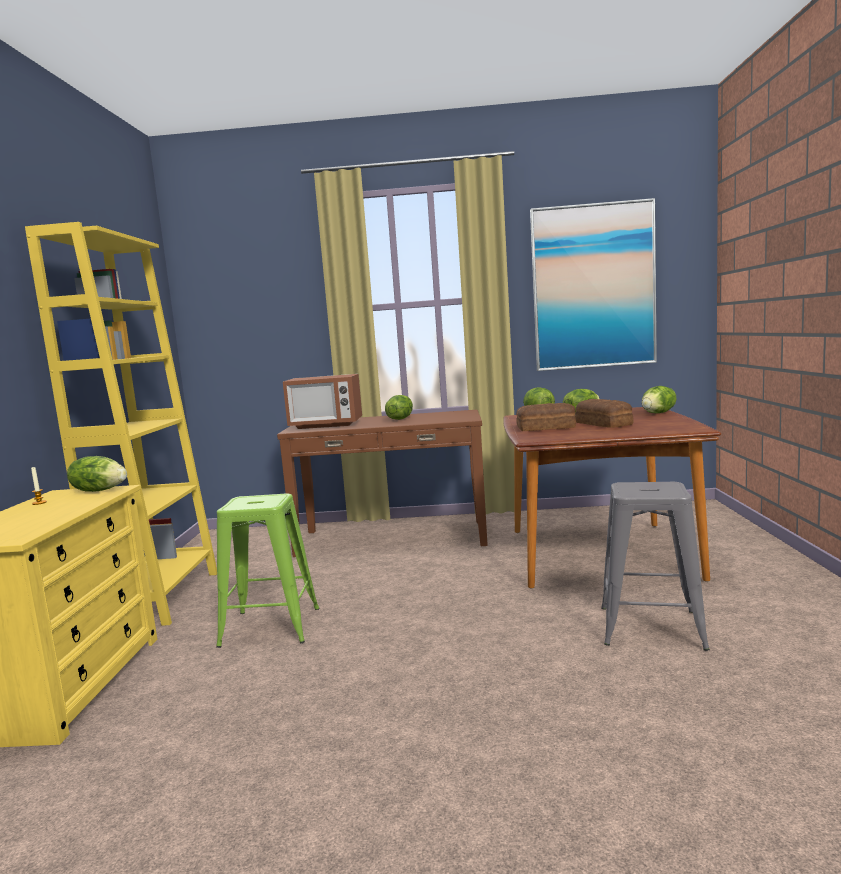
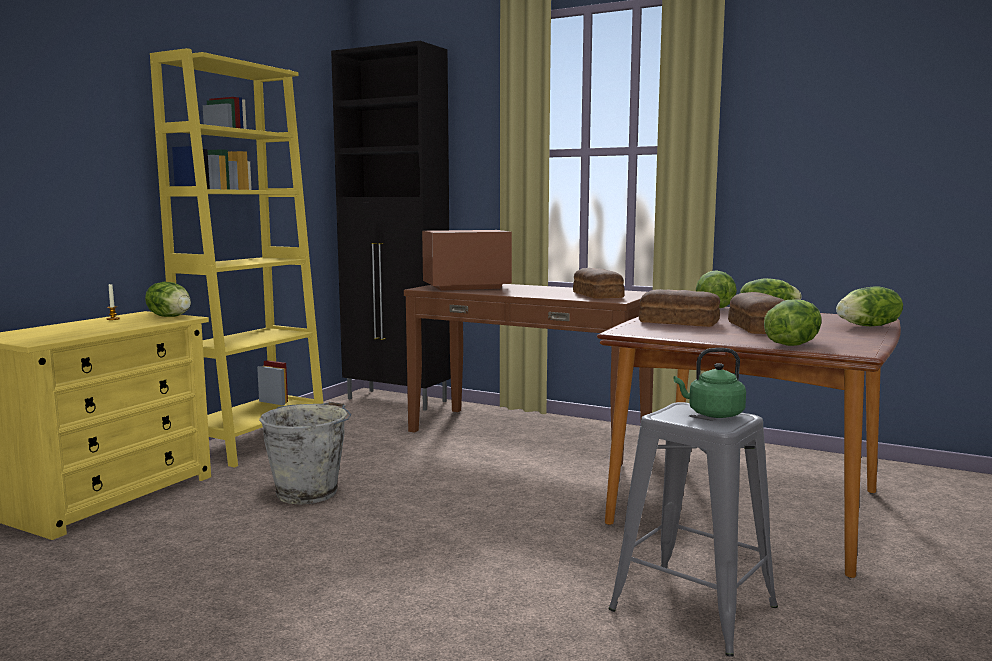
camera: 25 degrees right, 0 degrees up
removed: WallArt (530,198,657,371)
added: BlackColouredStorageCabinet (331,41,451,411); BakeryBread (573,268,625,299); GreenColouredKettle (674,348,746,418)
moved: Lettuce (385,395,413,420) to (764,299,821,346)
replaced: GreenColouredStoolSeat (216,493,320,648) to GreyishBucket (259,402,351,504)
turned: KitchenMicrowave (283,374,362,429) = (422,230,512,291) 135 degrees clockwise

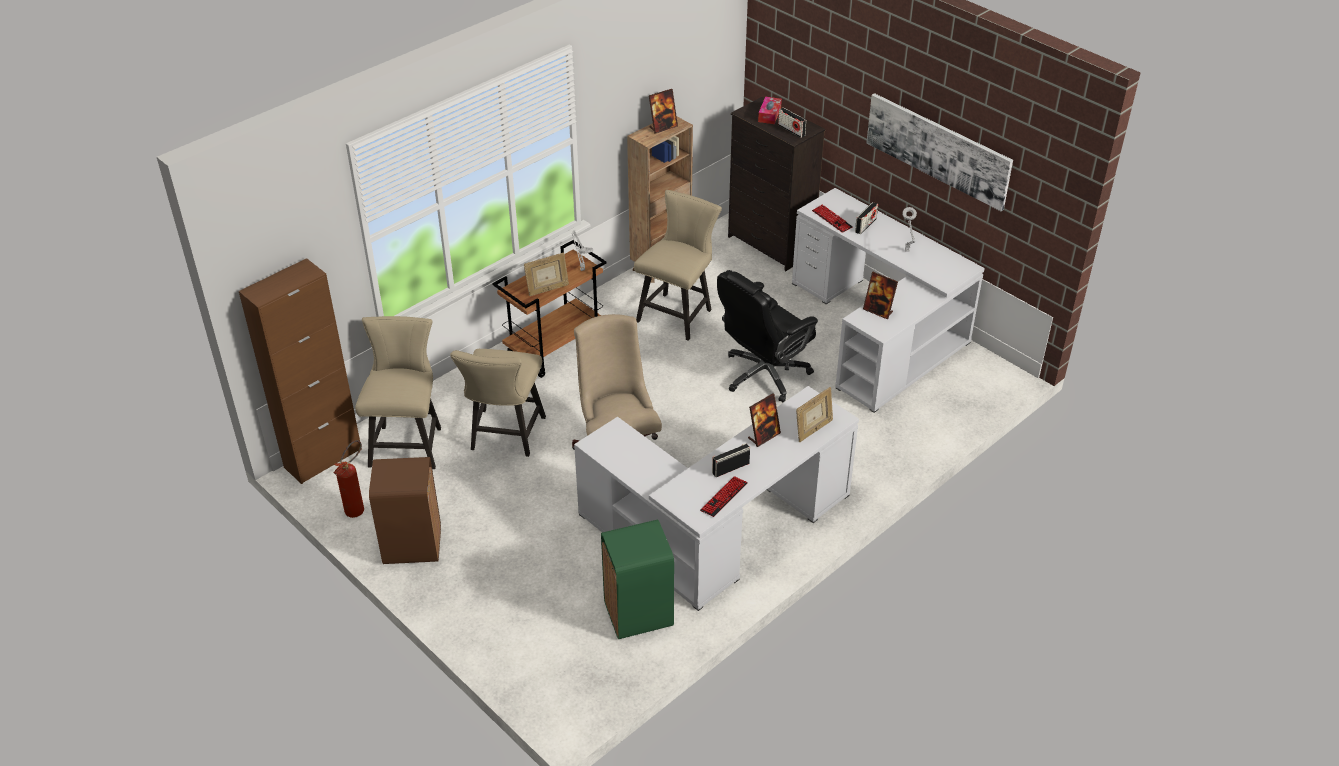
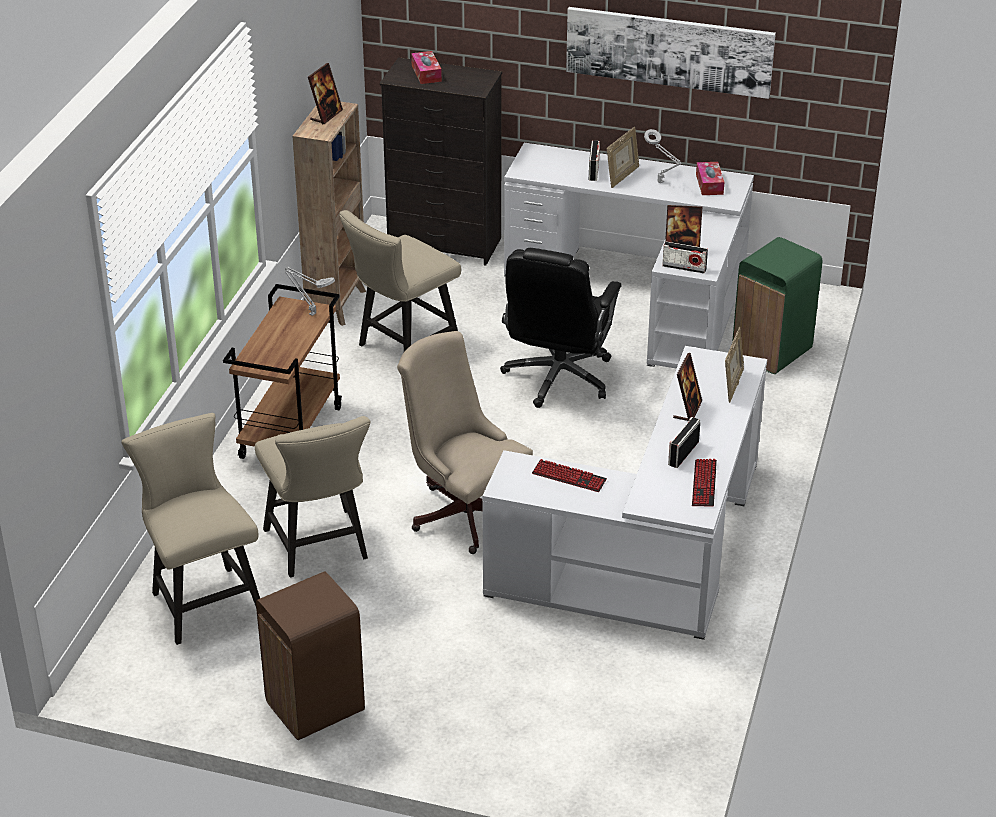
camera: 30 degrees left, 5 degrees down
removed: BrownColouredStorageCabinet (239,258,362,484); FireExtinguisher (333,440,364,518)
added: BoxOfTissues (696,162,724,195)
moved: PcKeyboard (812,204,853,233) to (532,459,607,492); PhotoFrame (524,252,569,296) to (607,127,639,188); Radio (778,107,806,138) to (662,241,708,273); GreenColouredTrashCan (601,519,674,639) to (732,237,822,374)
turned: SandColouredUprightChair (634,190,722,341) = (339,210,461,352) 135 degrees counterclockwise

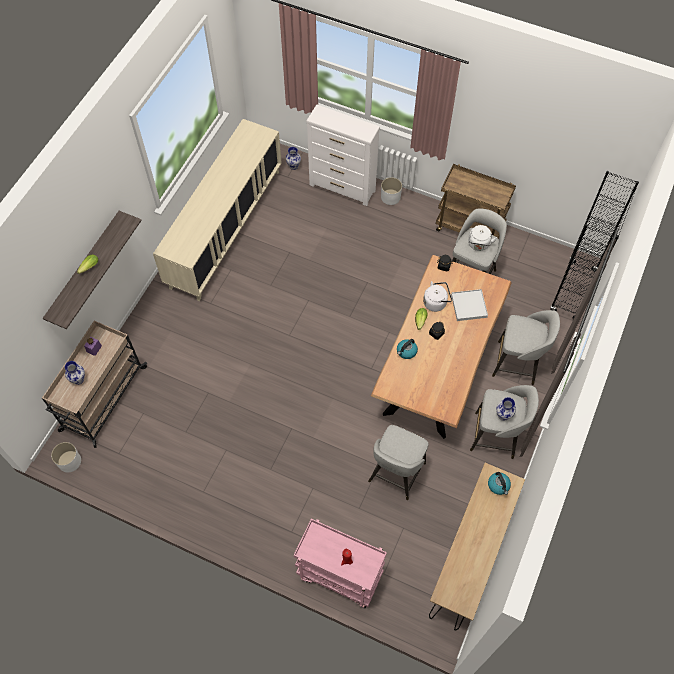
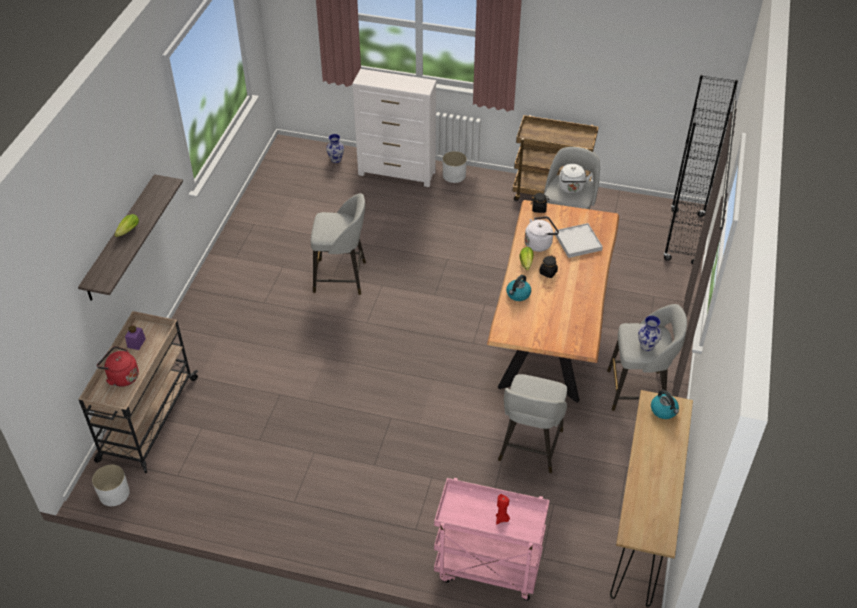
camera: 10 degrees left, 15 degrees down
removed: SandColouredStorageCabinet (153,119,282,301)
moved: GreyishStoolSeat (492,310,560,385) to (310,193,366,295)
replaced: Vase (65,361,85,385) to ReddishKettle (97,346,139,387)

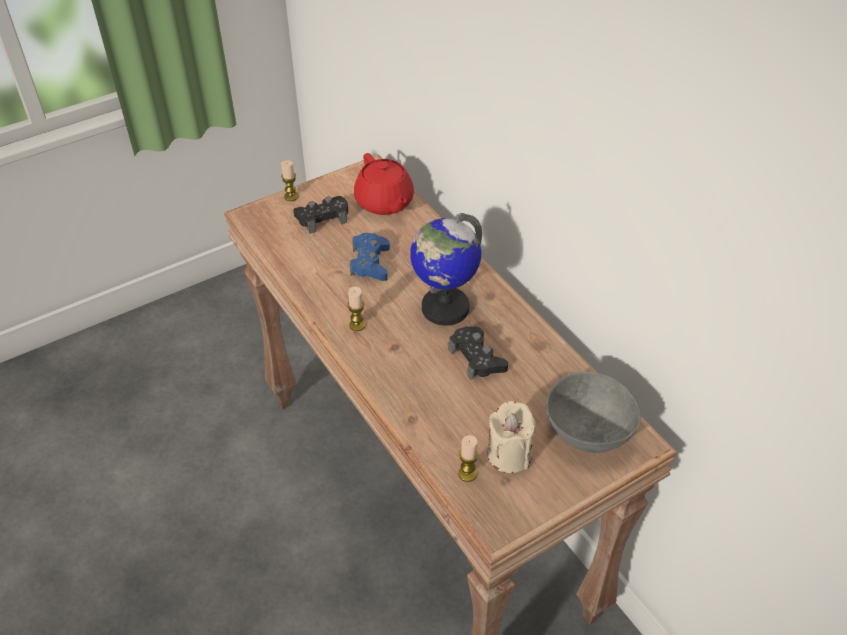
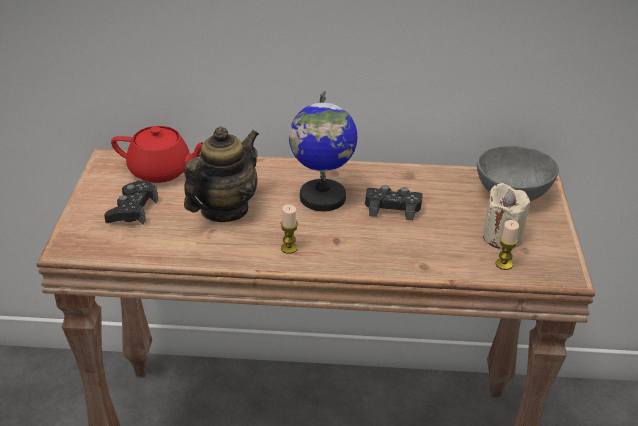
camera: 55 degrees left, 10 degrees down
removed: WaxCandle (281,161,298,201)
replaced: BluishGameController (350,233,390,281) to Teapot (184,126,259,222)

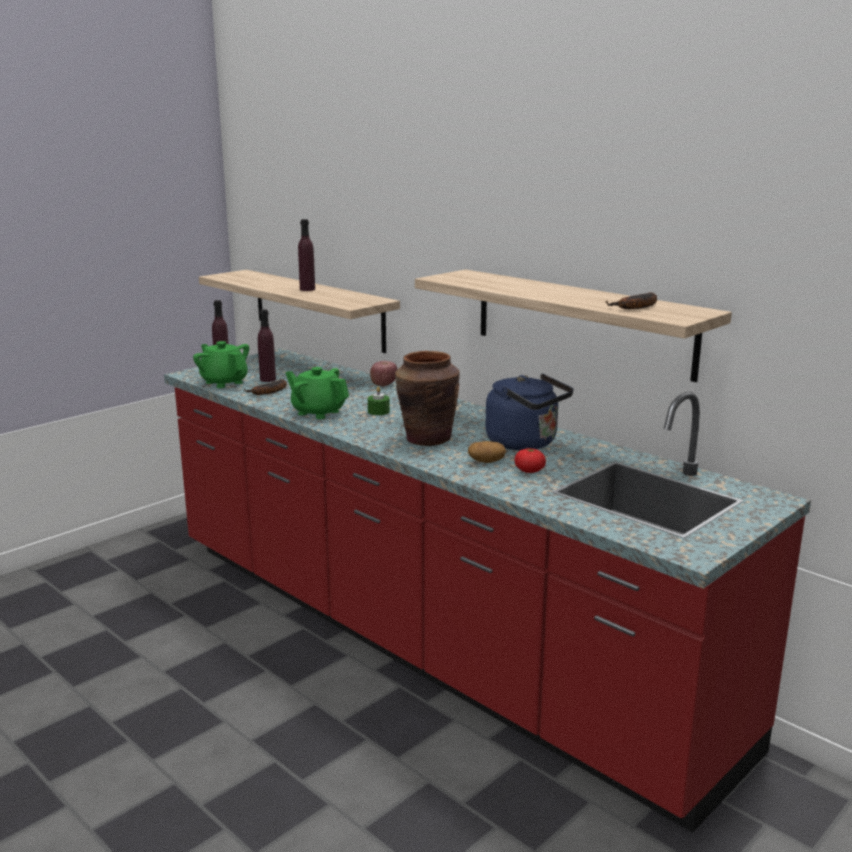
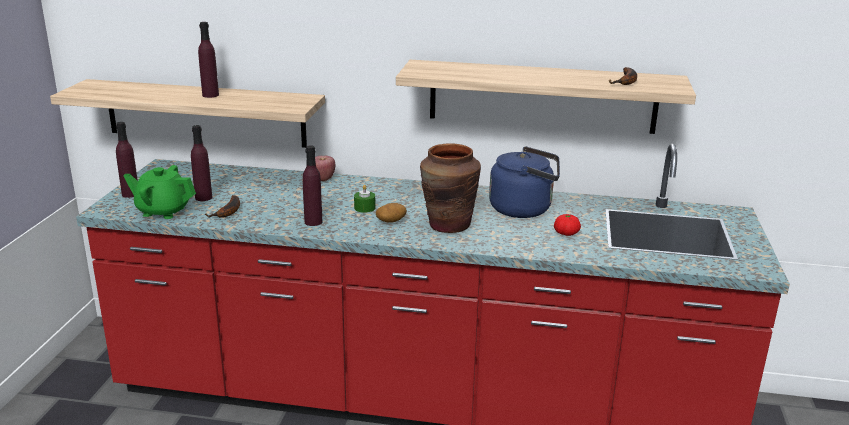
camera: 35 degrees left, 5 degrees up
moved: WholePotato (468,441,506,463) to (376,203,407,223)
replaced: GreenColouredTeapot (285,367,349,419) to PurpleBeverageBottle (303,145,323,226)

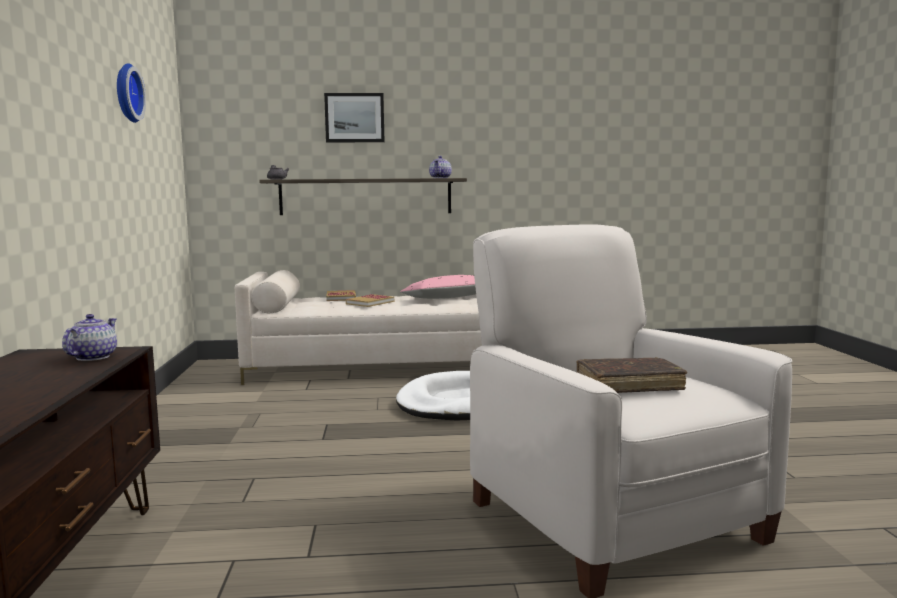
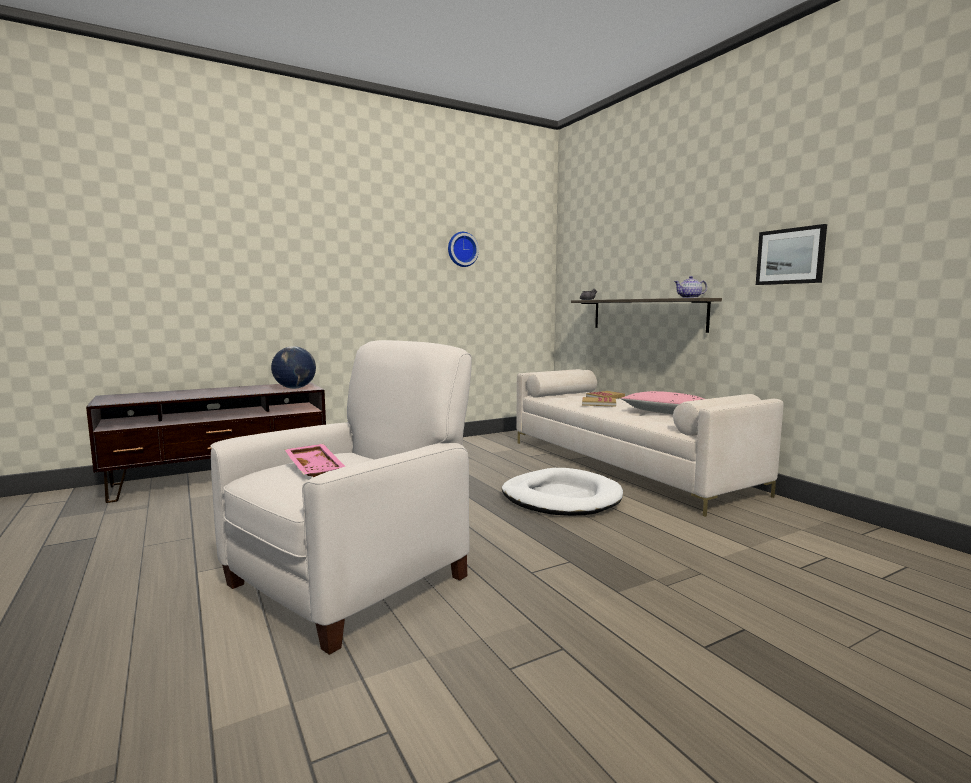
camera: 65 degrees right, 0 degrees up
moved: WallArt (324,93,385,142) to (756,224,827,285)
replaced: Teapot (62,314,117,361) to Globe (271,346,316,389); BrownColouredBook (576,357,687,393) to PinkColouredCarryingTray (285,444,346,477)

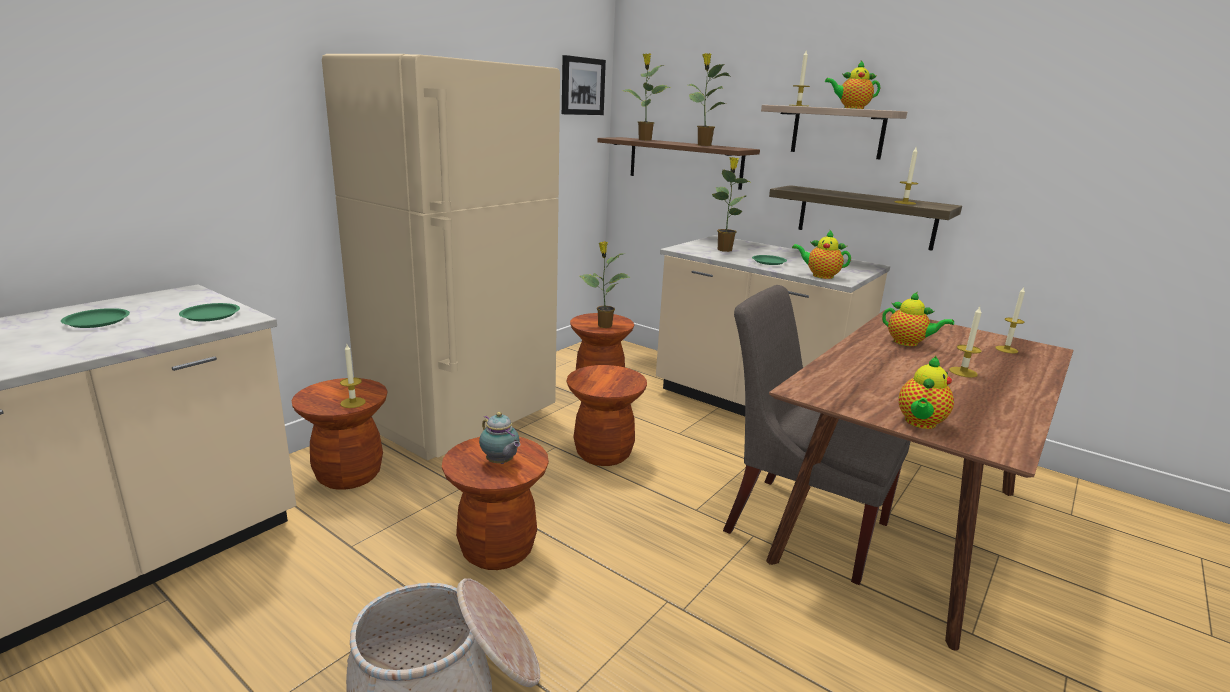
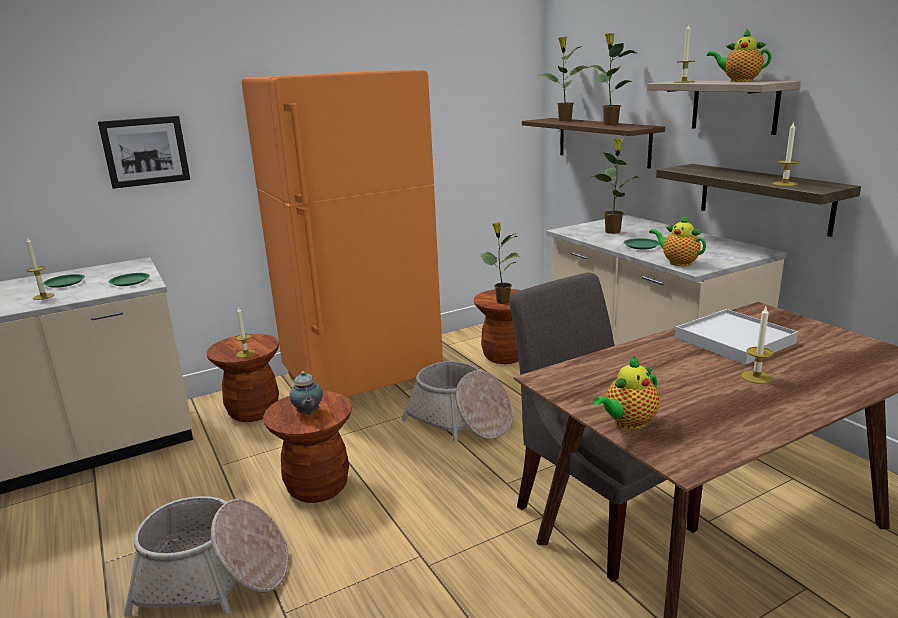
camera: 25 degrees right, 0 degrees up
moved: WaxCandle (995,287,1025,353) to (26,237,54,300); WallArt (562,55,606,115) to (98,116,190,189)
replaced: BrownColouredStoolSeat (567,365,647,466) to HouseholdBasket (402,361,513,442); Teapot (882,292,954,346) to WhiteColouredCarryingTray (675,309,798,365)
recoloured: SandColouredKitchenFridge (322,54,560,460) to OrangeColouredKitchenFridge (242,70,443,397)

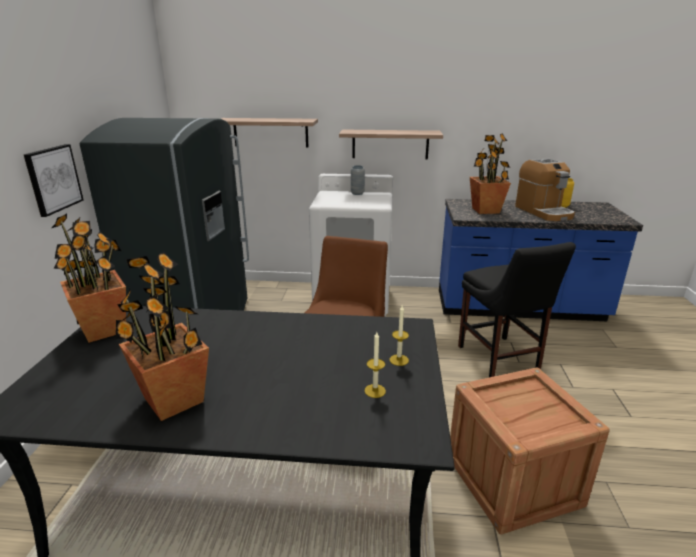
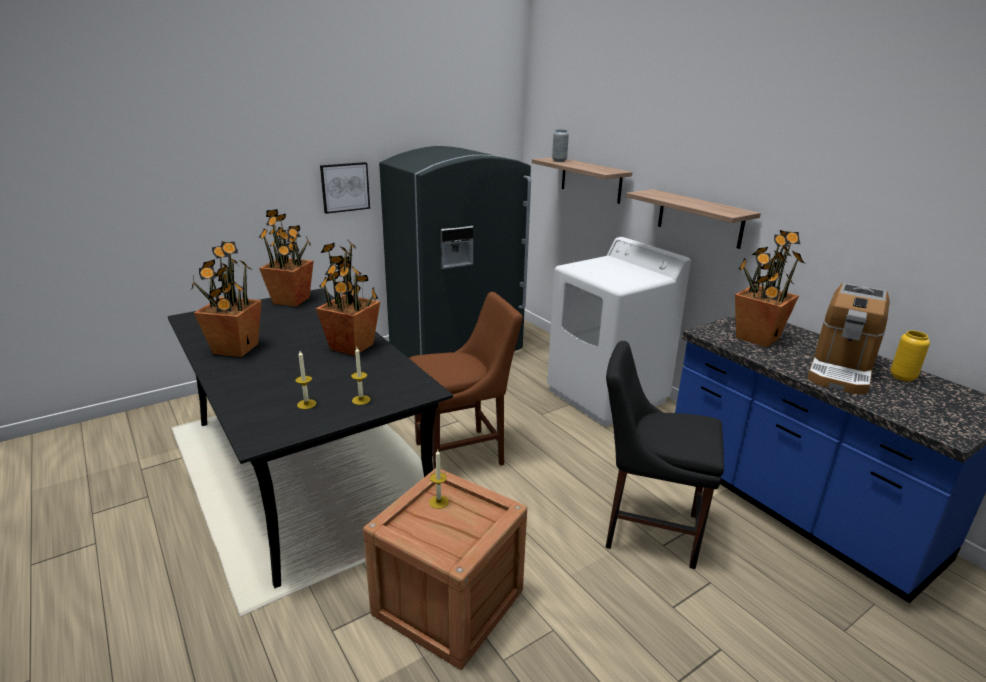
camera: 50 degrees right, 0 degrees up
added: PlantInAPot (316,239,380,356); WaxCandle (429,450,449,509)
moved: GreyishVase (351,165,365,195) to (552,129,569,162)
turned: BlackColouredUprightChair (458,242,576,377) = (606,341,724,569) 75 degrees clockwise

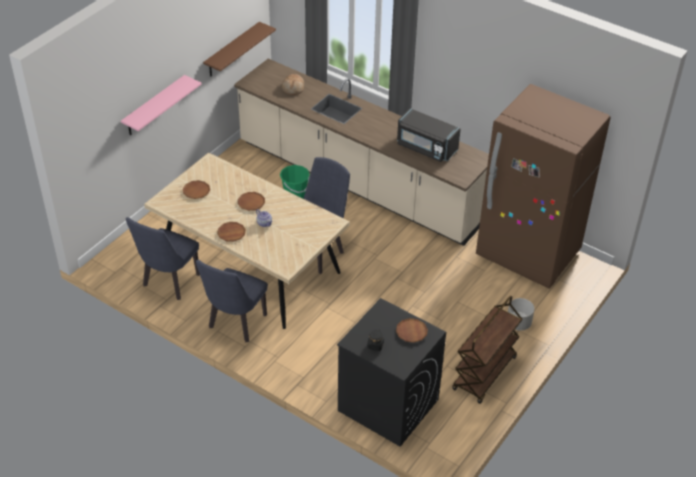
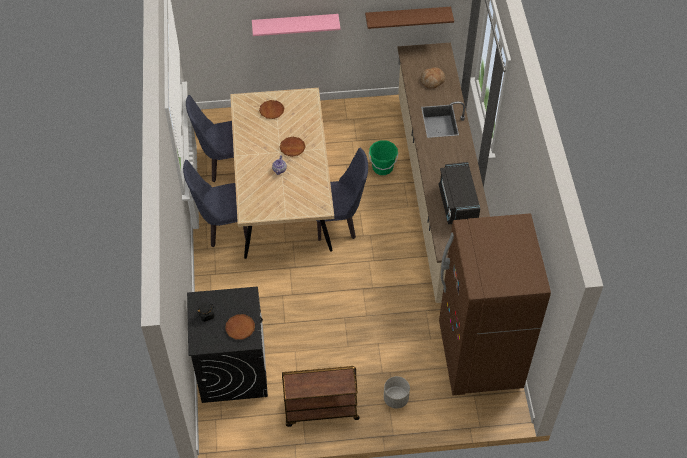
camera: 50 degrees right, 10 degrees up
removed: BrownColouredDinnerPlate (217,222,246,242)

